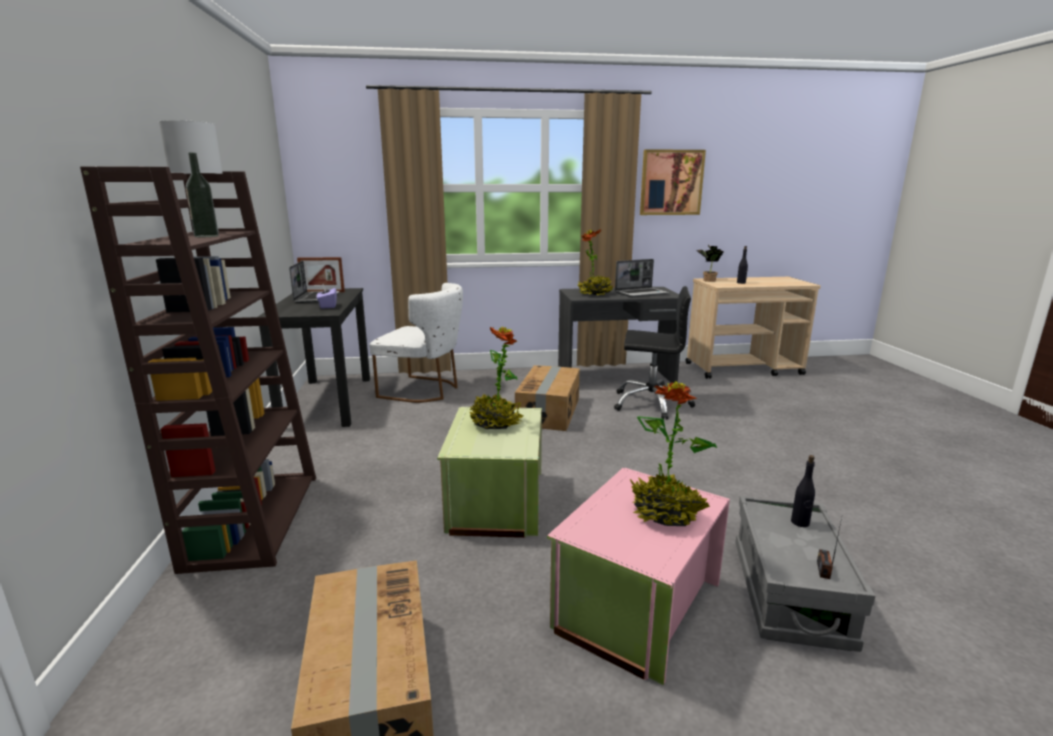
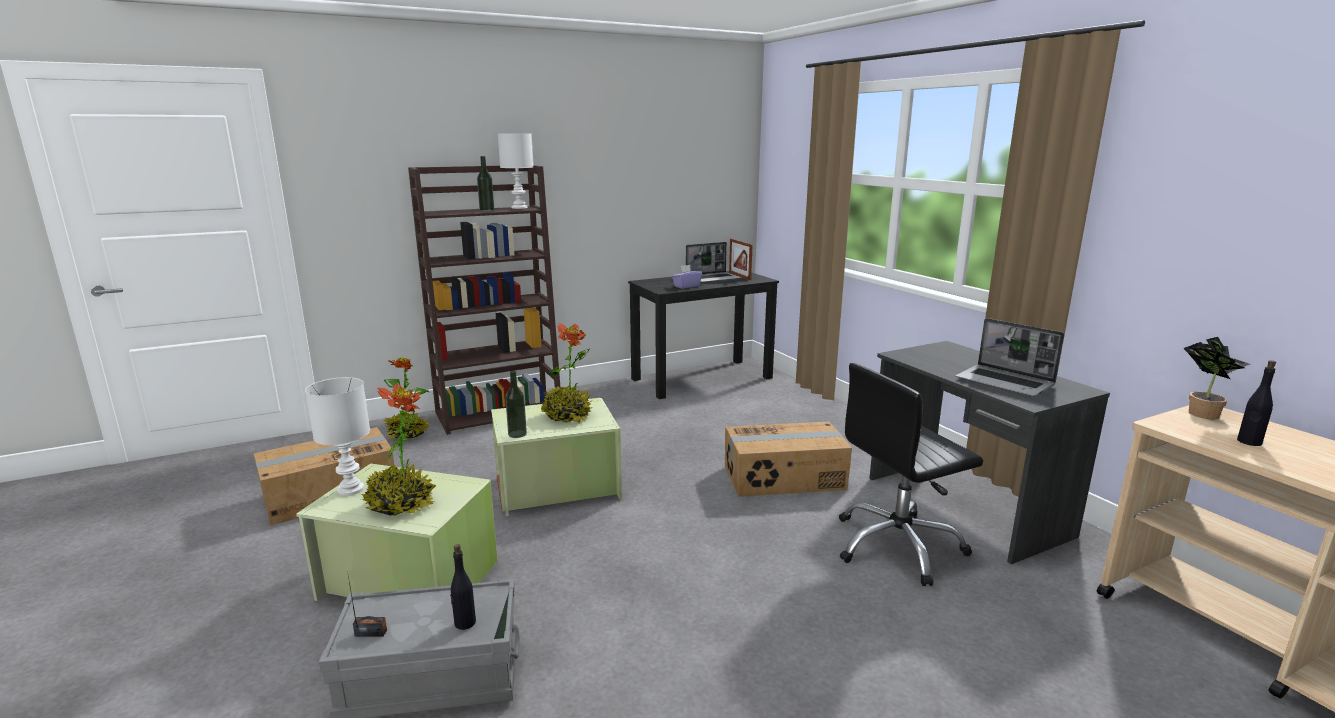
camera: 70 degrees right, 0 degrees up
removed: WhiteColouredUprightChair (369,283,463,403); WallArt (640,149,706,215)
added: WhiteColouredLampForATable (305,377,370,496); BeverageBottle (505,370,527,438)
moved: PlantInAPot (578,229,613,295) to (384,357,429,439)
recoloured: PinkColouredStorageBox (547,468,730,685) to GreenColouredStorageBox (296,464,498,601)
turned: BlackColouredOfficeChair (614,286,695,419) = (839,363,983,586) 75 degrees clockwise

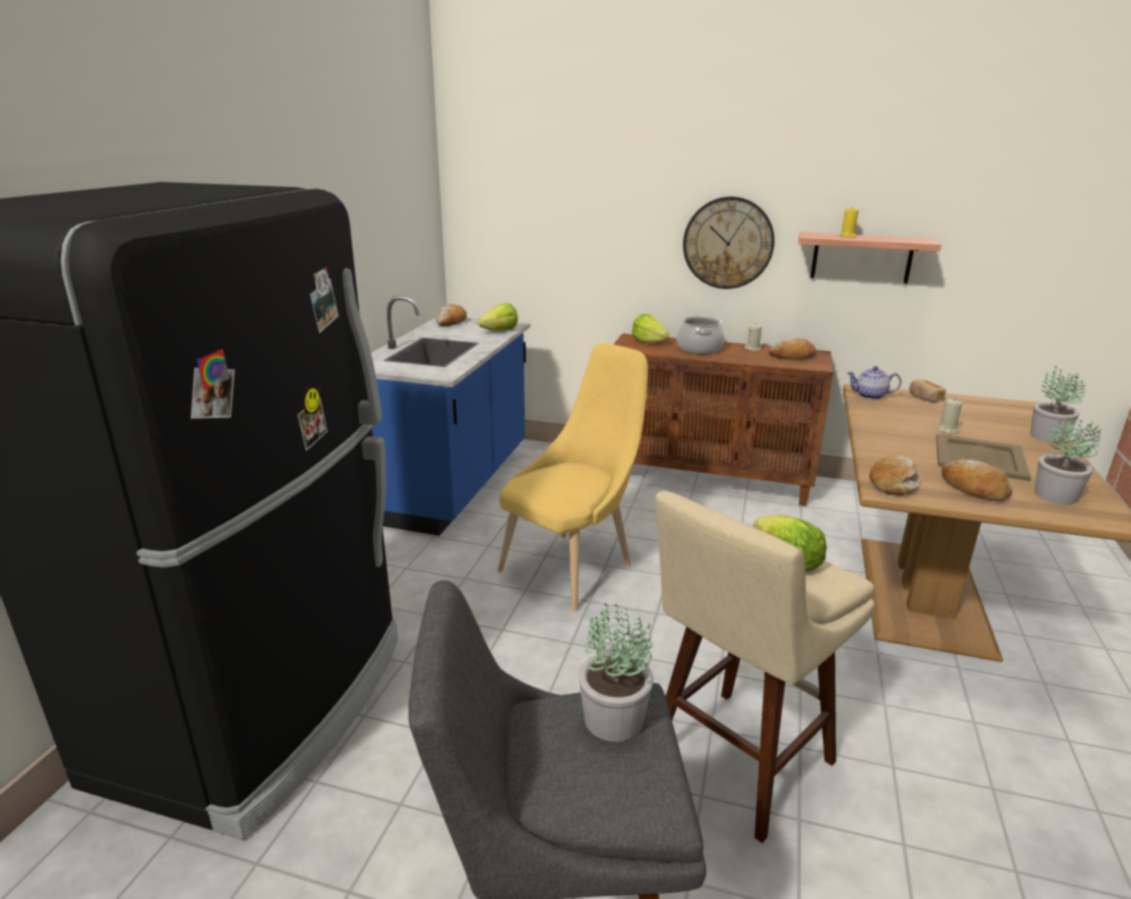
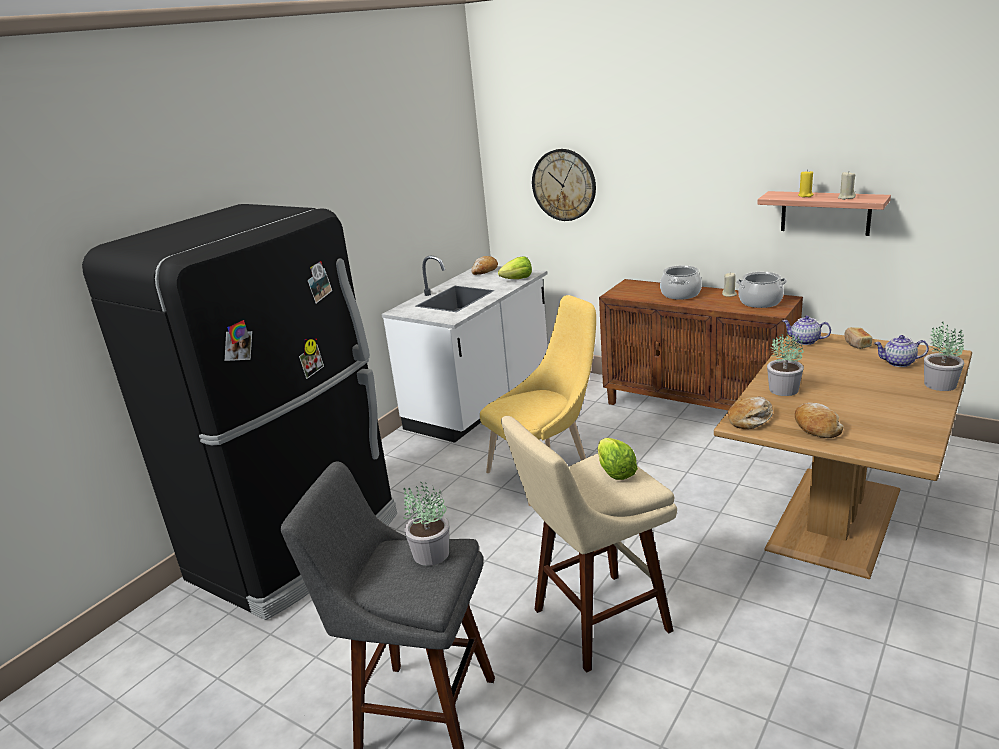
camera: 20 degrees right, 0 degrees up
removed: Lettuce (632,314,669,343); SandColouredCarryingTray (936,434,1031,481)
added: Teapot (874,335,929,367)
moved: ClockOnTheWall (683,197,774,289) to (532,149,596,221); PlantInAPot (1034,417,1101,504) to (767,331,804,396); SandColouredWaxCandle (937,399,962,434) to (838,172,856,200)
replaced: BakeryBread (768,338,816,359) to Stockpot (736,272,787,308)
recoloured: BluishKitchenCounter (371,296,530,536) to WhiteColouredKitchenCounter (382,255,548,443)

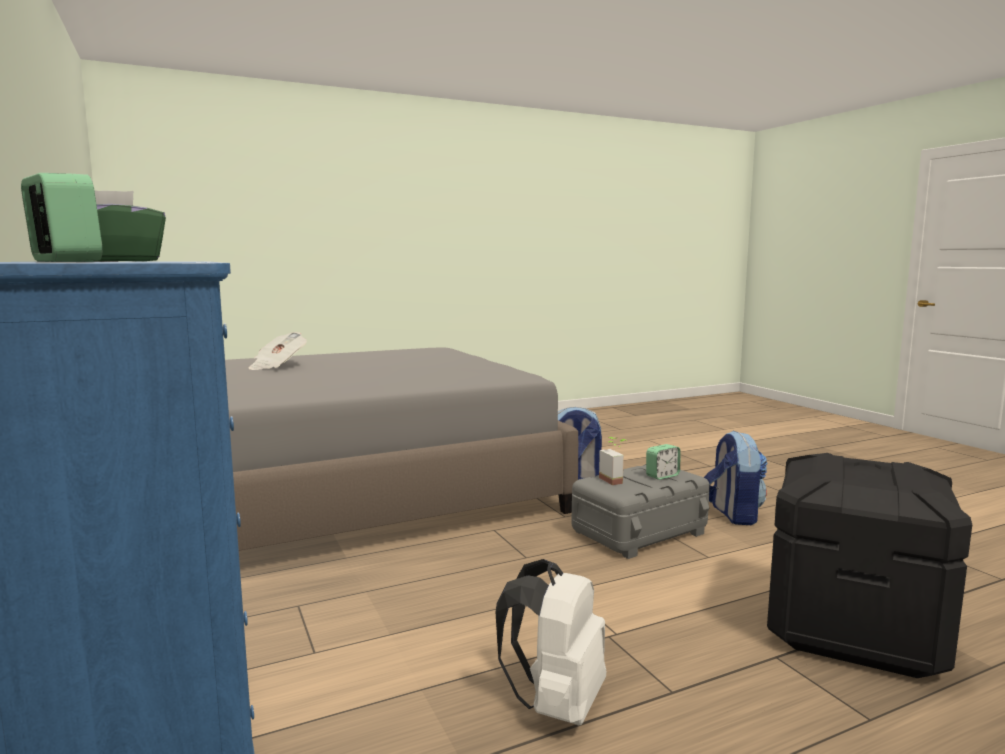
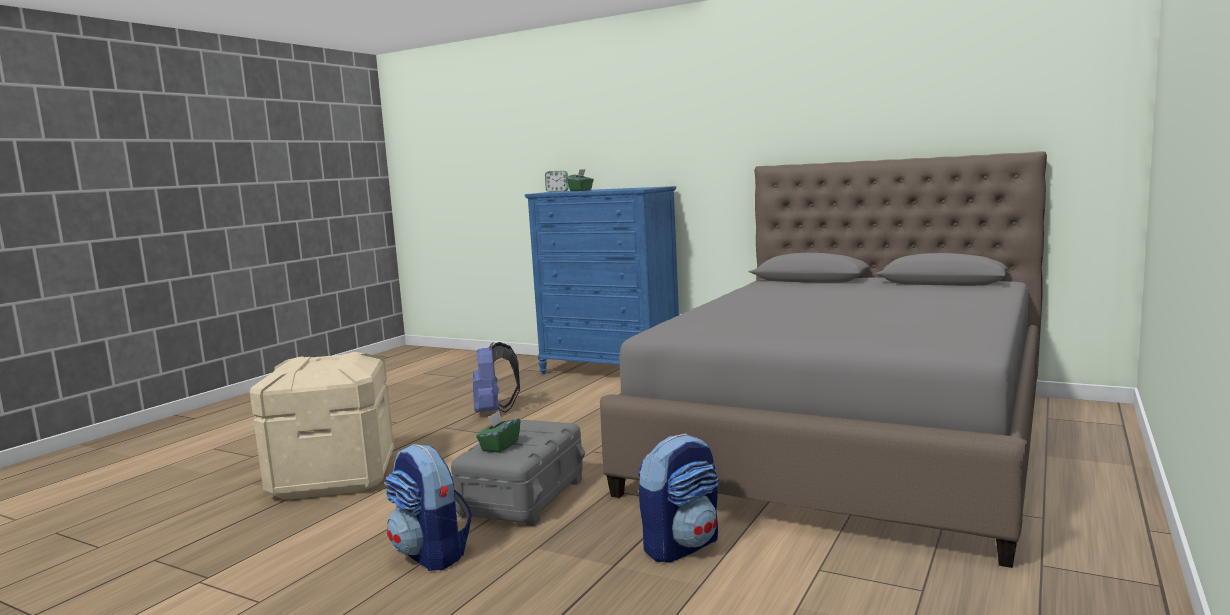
camera: 145 degrees right, 0 degrees up
removed: Newspaper (248,332,307,370); PlantInAPot (599,437,626,485)
replaced: AlarmClock (646,444,681,480) to GreenColouredBoxOfTissues (476,411,520,453)
recoloured: BlackColouredStorageBox (767,453,972,678) to SandColouredStorageBox (250,352,394,500); WhiteColouredRucksack (495,559,606,725) to BluishRucksack (473,341,520,413)

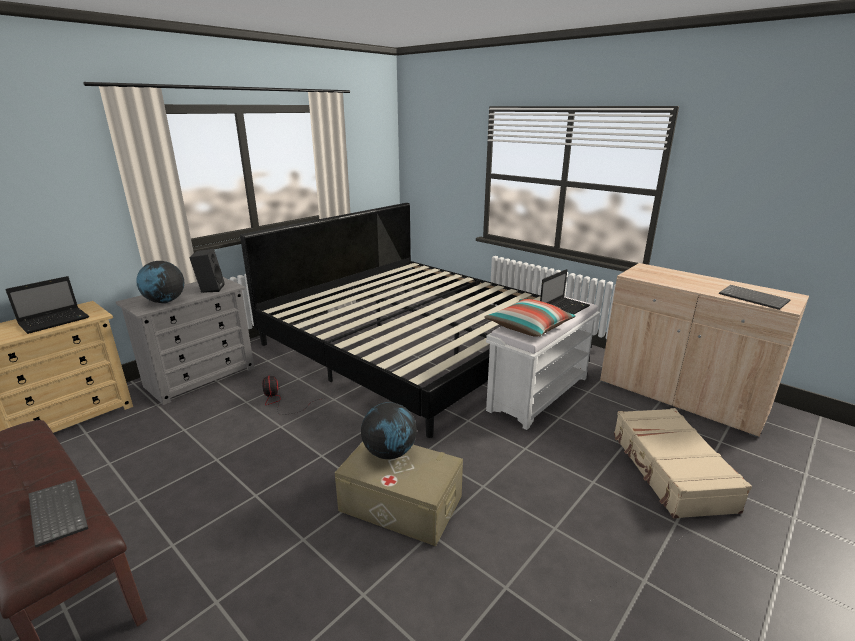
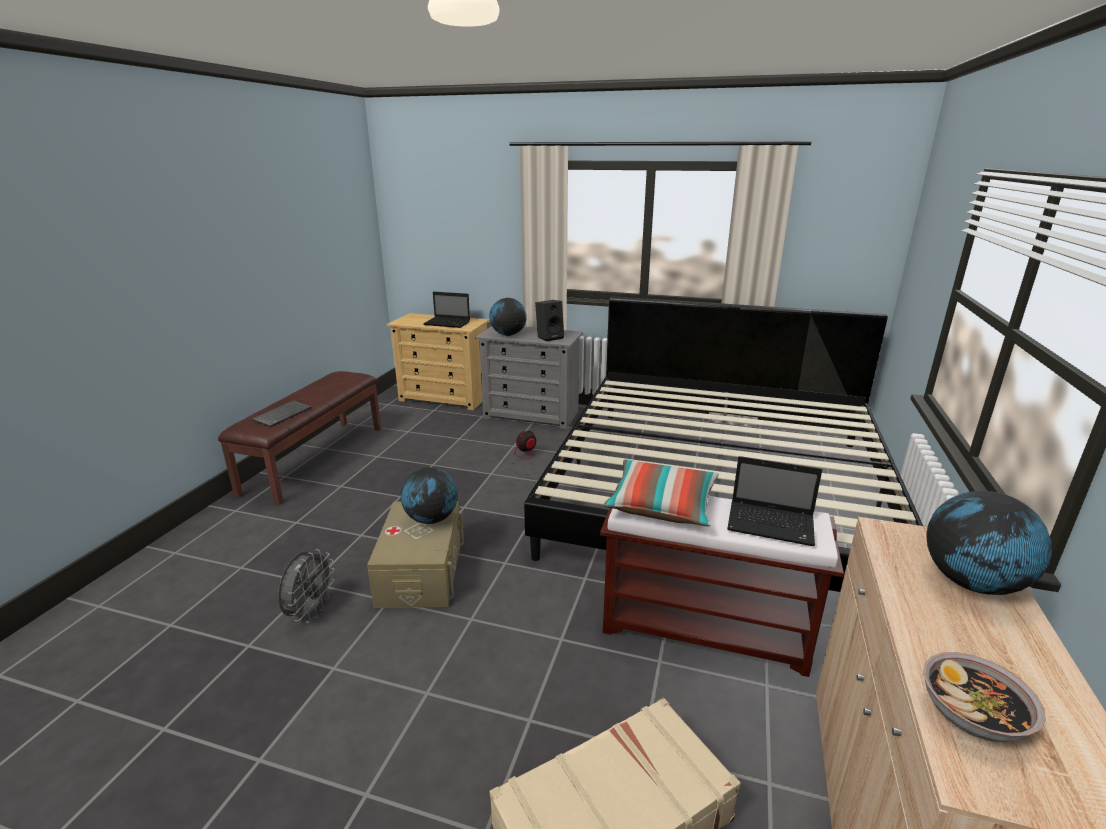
camera: 65 degrees right, 0 degrees up
added: GreyishFan (278,549,335,623); Globe (927,491,1052,595)
replaced: PcKeyboard (719,285,791,310) to ServingBowl (923,652,1046,743)
recoloured: WhiteColouredLongSeat (486,296,600,430) to BrownColouredLongSeat (600,485,844,677)

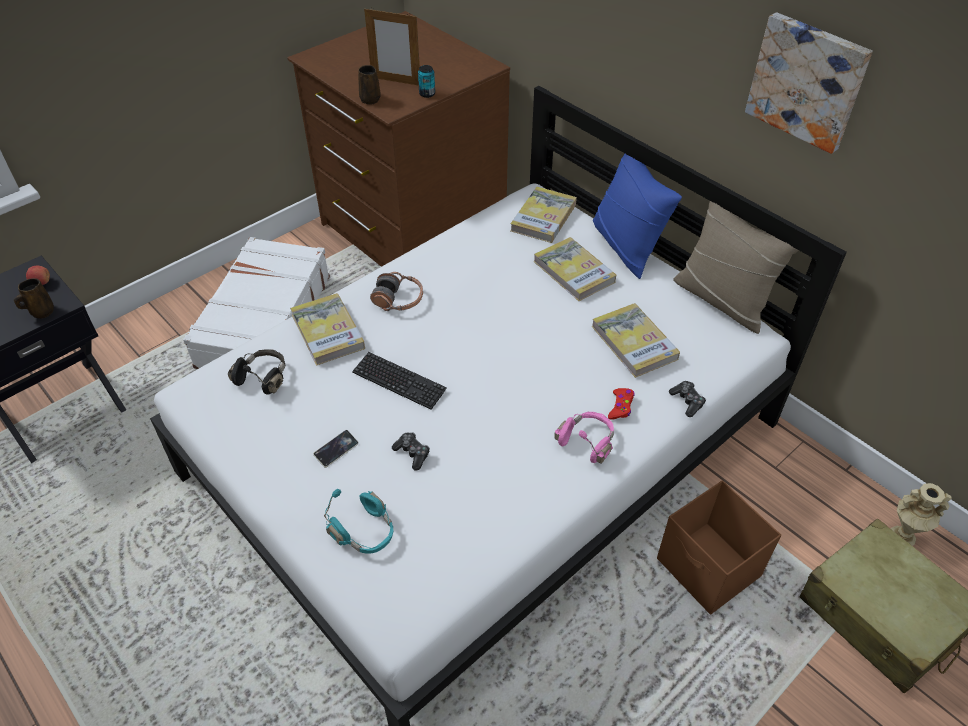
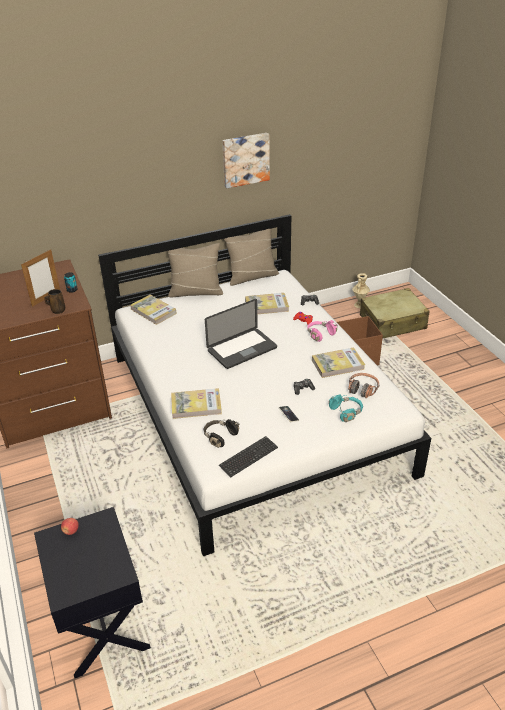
camera: 70 degrees left, 10 degrees down
removed: BrownColouredTeaMug (14,278,54,319); WhiteColouredTravelCase (183,237,330,369)
added: PortableComputer (205,299,277,369)
moved: PcKeyboard (352,352,447,410) to (219,436,278,478); Book (534,237,616,301) to (312,347,365,378); Headset (370,272,423,311) to (348,373,380,398)
recoloured: BluishCushion (593,154,682,279) to SandColouredCushion (167,243,223,297)

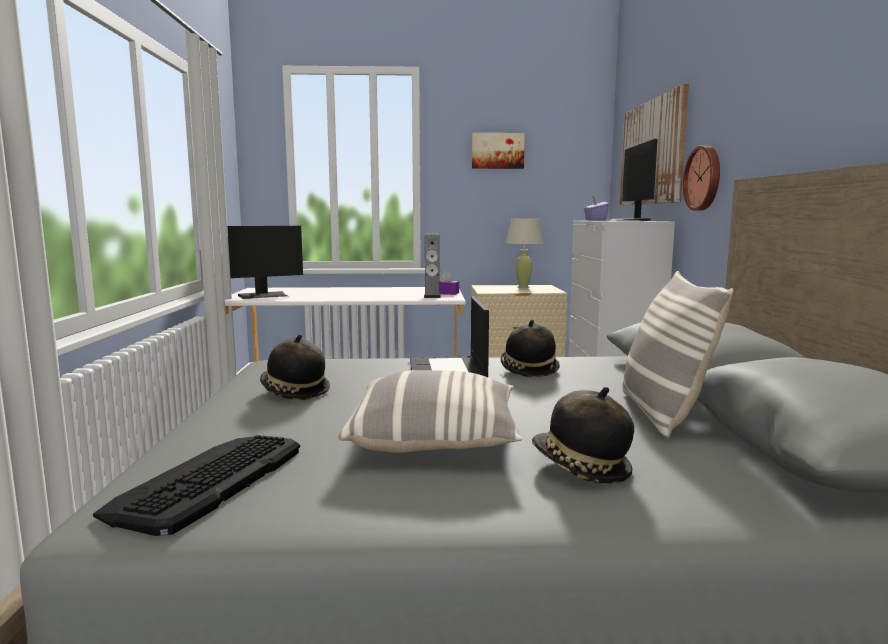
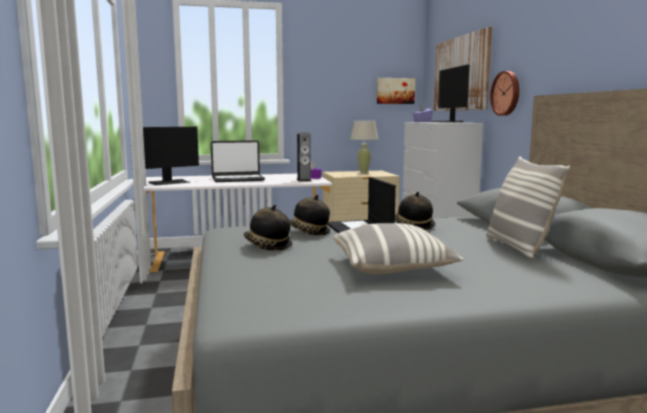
camera: 10 degrees left, 0 degrees up
removed: PcKeyboard (93,435,300,536)
added: PortableComputer (211,140,265,182)
moved: Hat (532,387,634,484) to (289,195,330,235); WallArt (472,133,525,169) to (377,78,415,104)

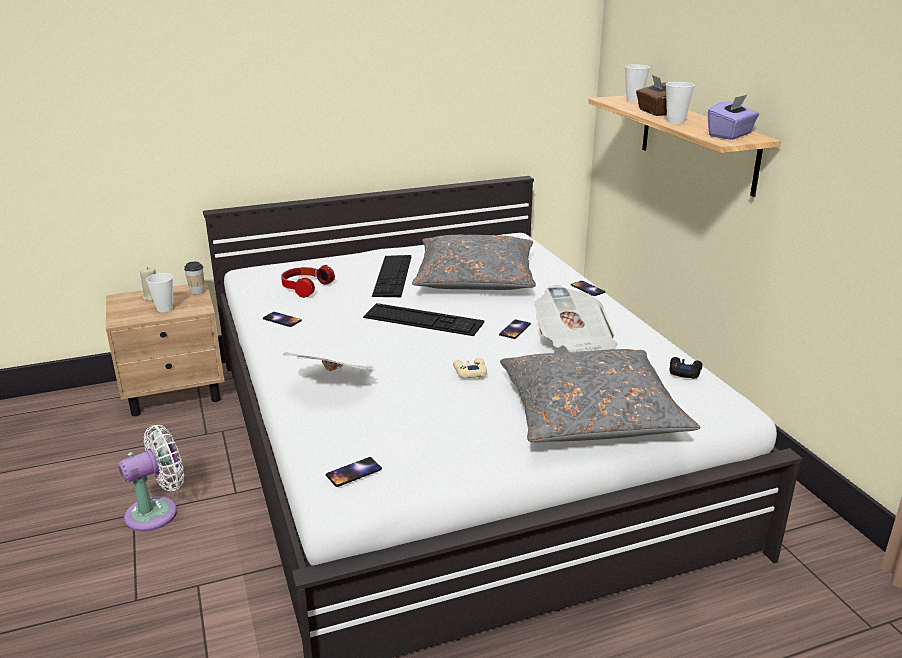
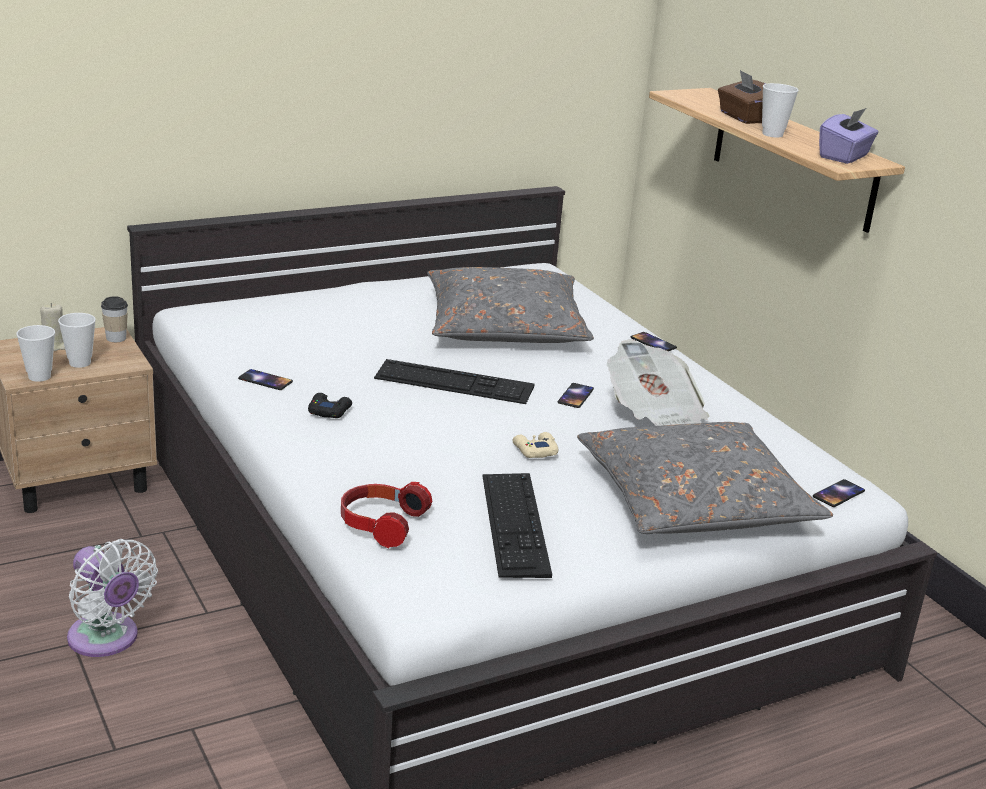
camera: 10 degrees left, 0 degrees up
removed: Newspaper (282,352,374,372)
moved: DrinkingCup (625,65,650,102) to (16,325,55,382); BlackColouredGameController (669,357,703,378) to (308,393,352,418); Headset (281,265,335,298) to (341,482,432,549); PcKeyboard (372,255,411,297) to (482,473,552,578); Handset (326,457,382,487) to (813,479,865,507)
turned: WhiteColouredFan (118,425,184,532) = (67,539,158,657) 90 degrees clockwise

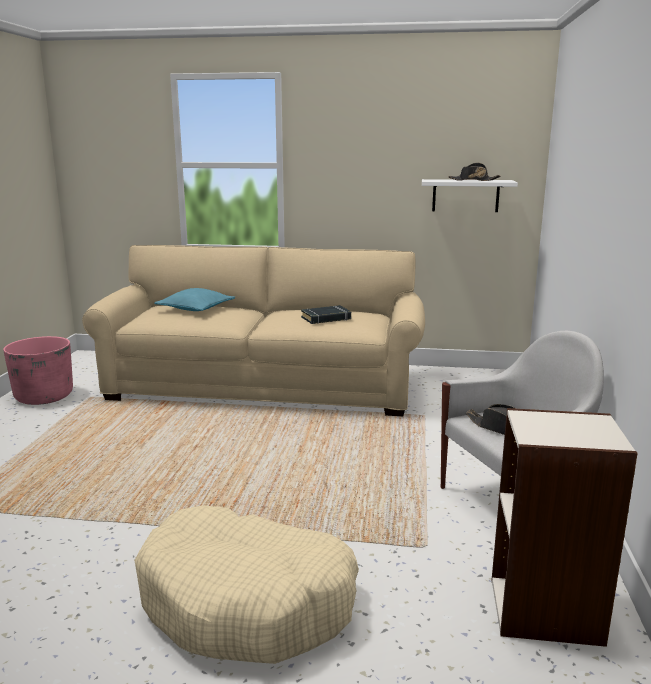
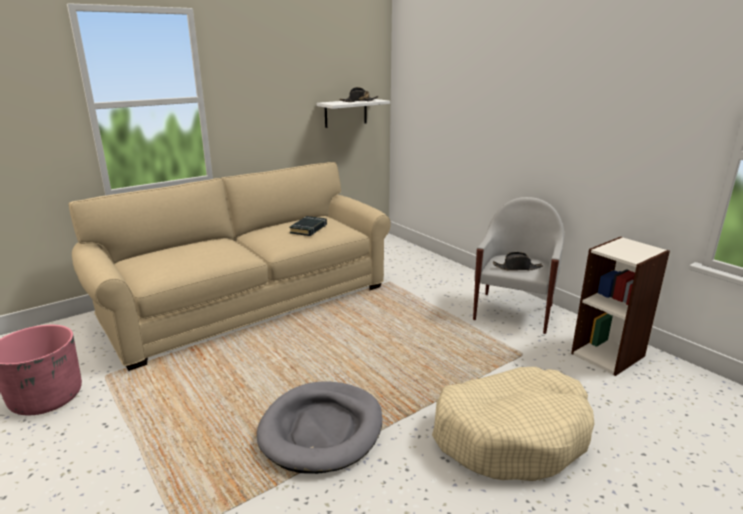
camera: 45 degrees left, 5 degrees up
removed: TurquoiseColouredCushion (154,288,235,311)
added: GreyishPetBed (257,381,382,474)

